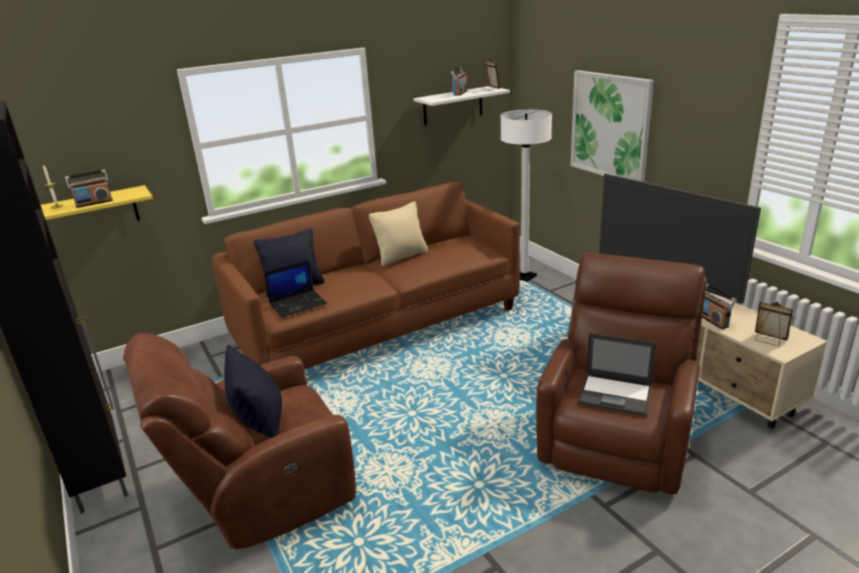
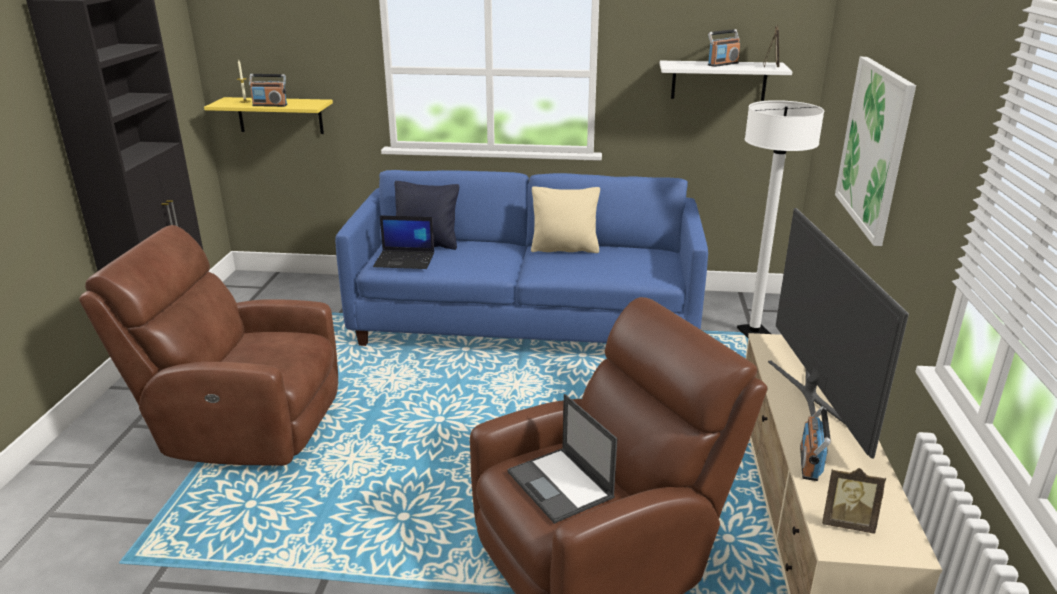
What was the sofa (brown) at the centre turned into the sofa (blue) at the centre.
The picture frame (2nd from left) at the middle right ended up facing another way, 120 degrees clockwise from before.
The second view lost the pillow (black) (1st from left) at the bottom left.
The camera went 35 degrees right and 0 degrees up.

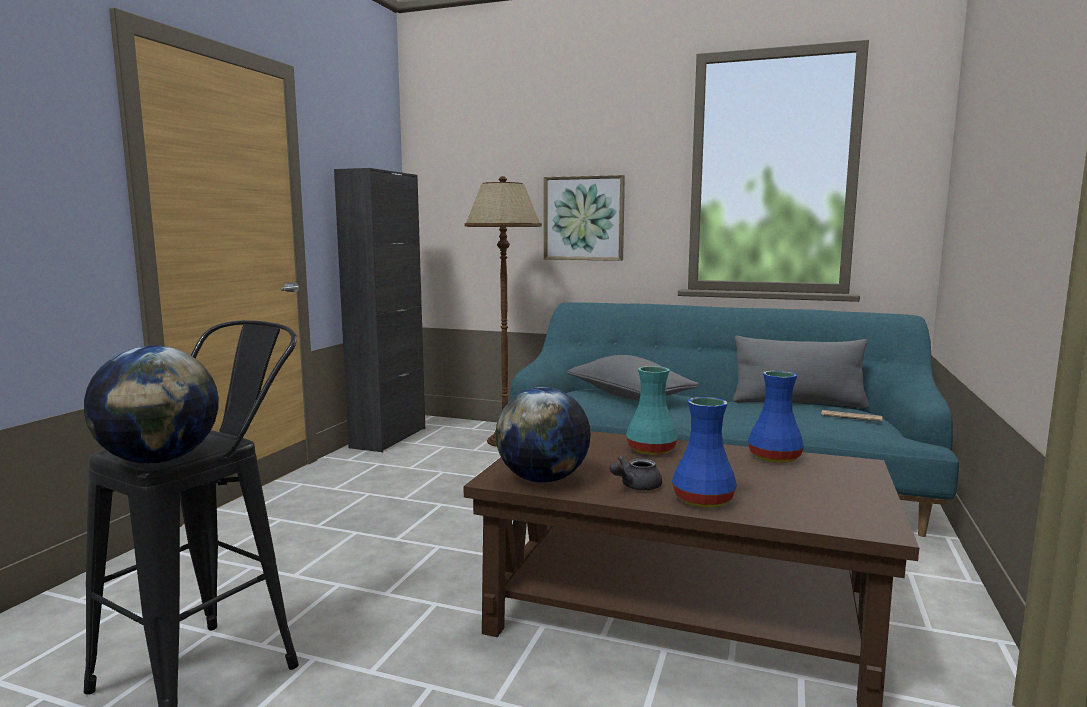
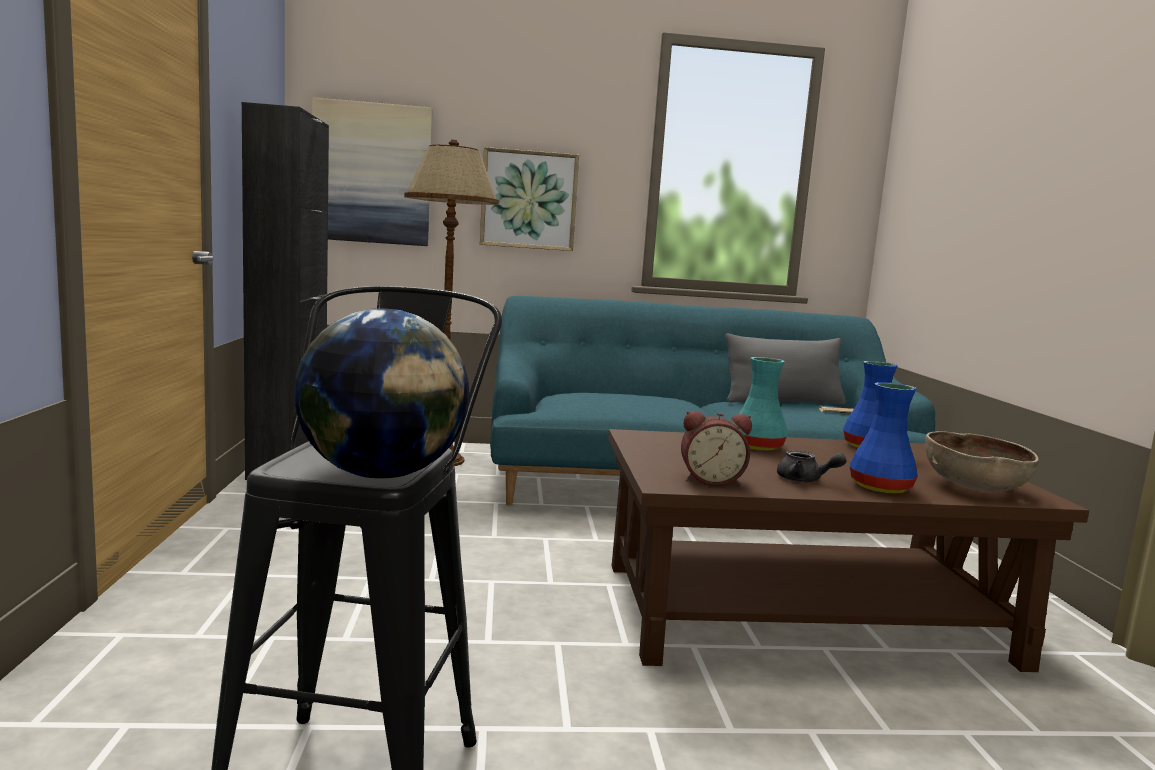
The second view gained the picture (1st from left) at the top left.
Where the globe (2nd from left) stood at the centre, the alarm clock came to stand at the centre.
The teapot (grey) at the bottom centre ended up facing another way, 90 degrees counterclockwise from before.
The second view gained the bowl (brown) at the middle right.
The second view lost the pillow (grey) (1st from left) at the centre.
The camera went 25 degrees left and 0 degrees up.

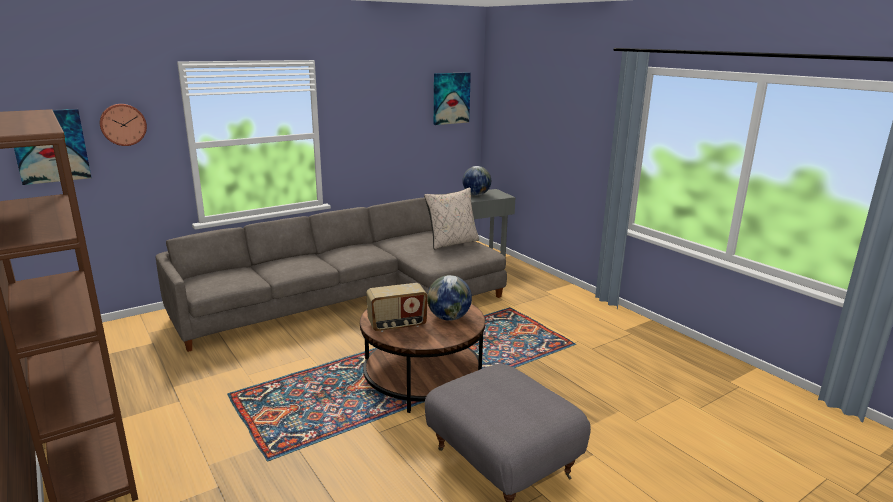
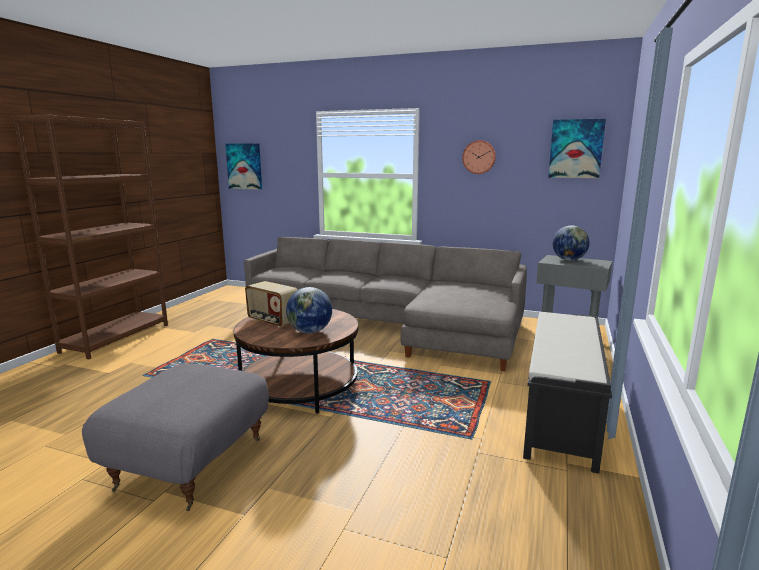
The wall clock ended up elsewhere, having gone from the top left to the top centre.
The second view gained the bench (black) at the bottom right.
The second view lost the pillow (beige) at the centre.
The camera went 55 degrees right and 5 degrees down.

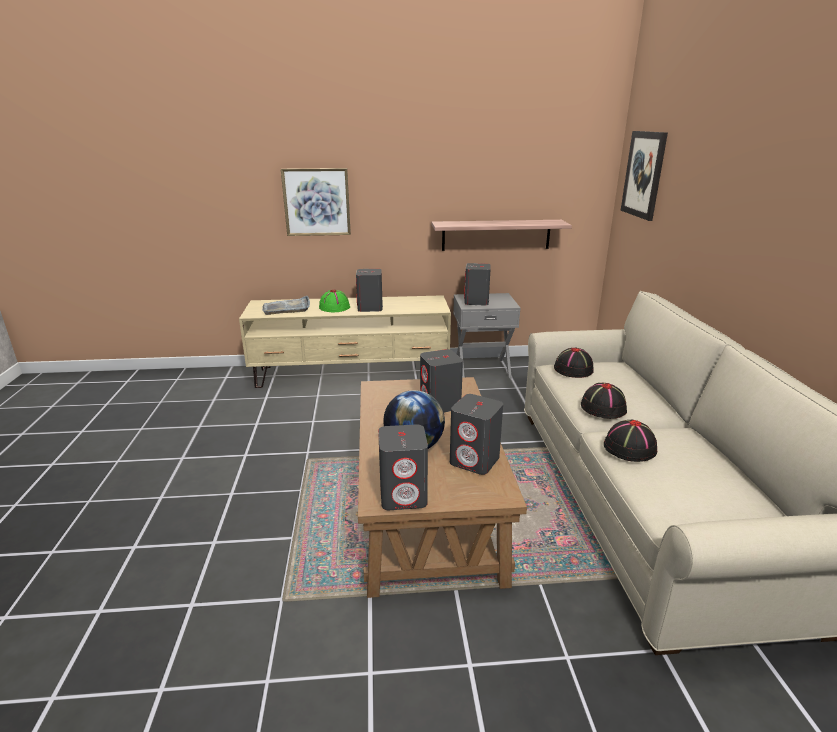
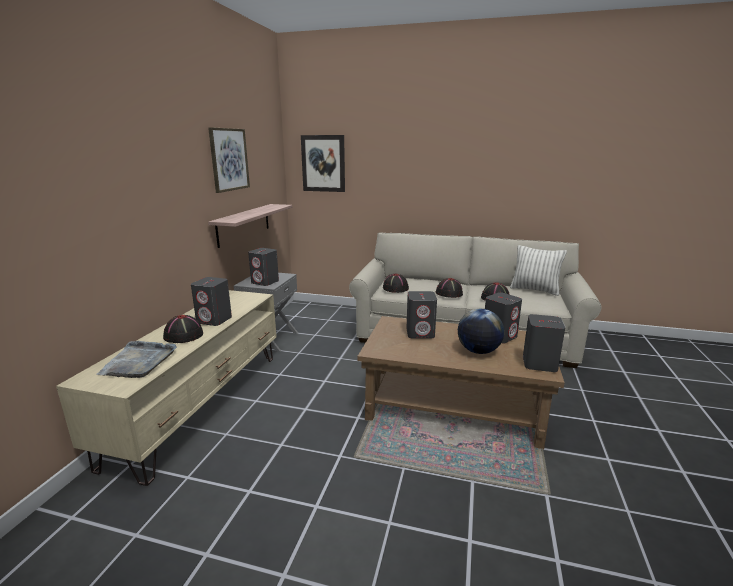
What was the hat (green) at the centre turned into the hat (black) (1st from left) at the middle left.
The picture (1st from left) ended up elsewhere, having gone from the top centre to the top left.
The second view gained the pillow at the middle right.
The camera went 70 degrees left and 5 degrees down.

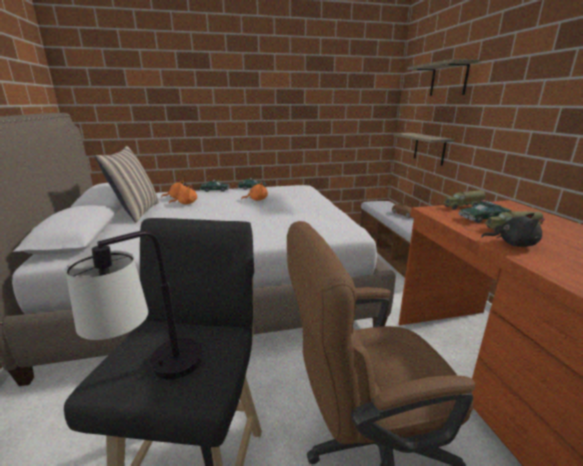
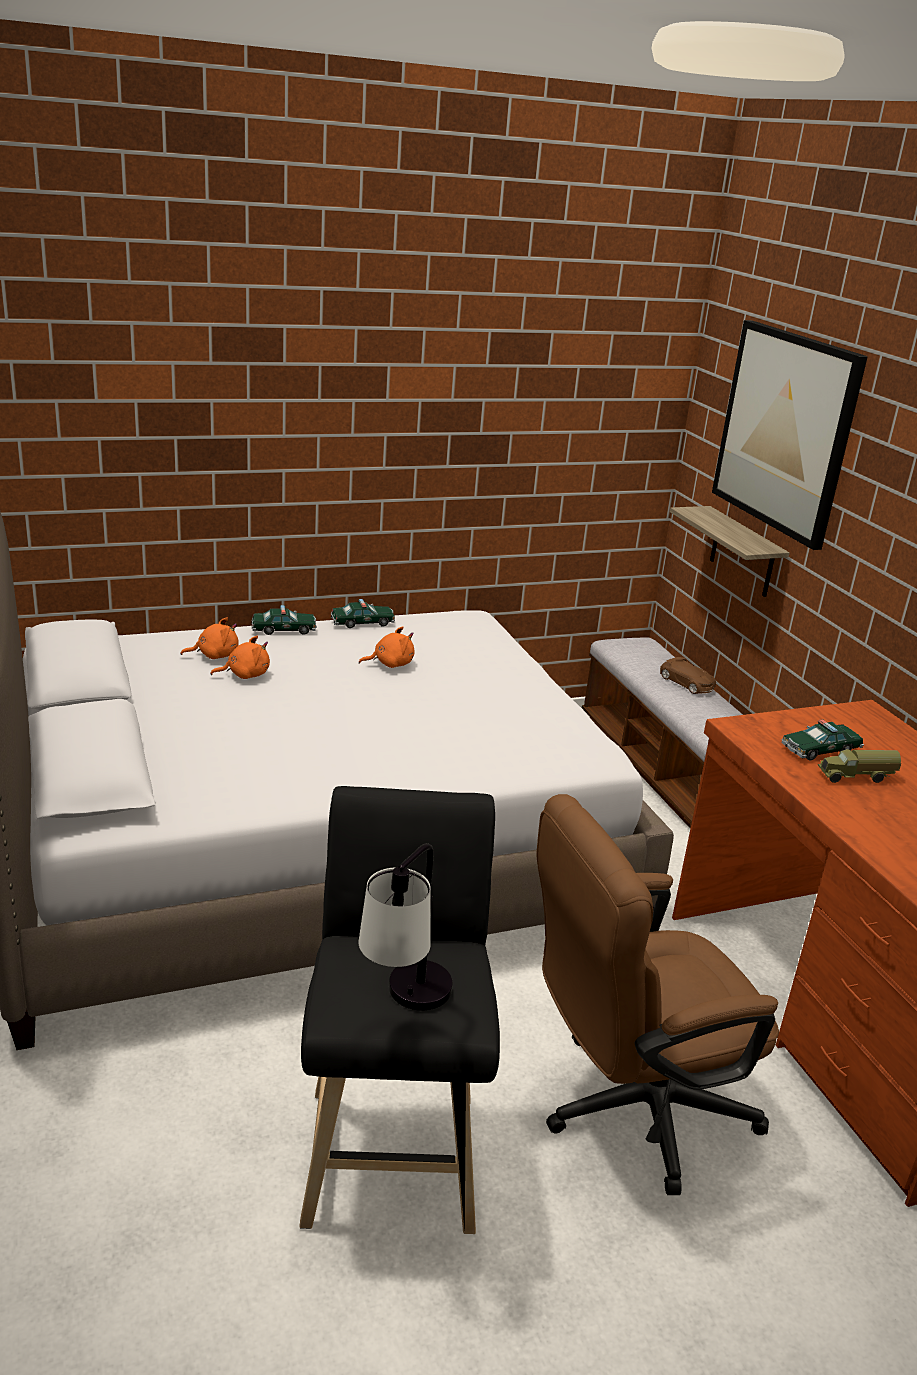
Where the shelf (2nd from left) hung at the top right, the picture came to hang at the top right.
The second view lost the pillow at the middle left.
The second view lost the toy truck (1st from left) at the middle right.
The second view lost the plush toy (black) at the middle right.
The camera went 10 degrees left and 5 degrees up.

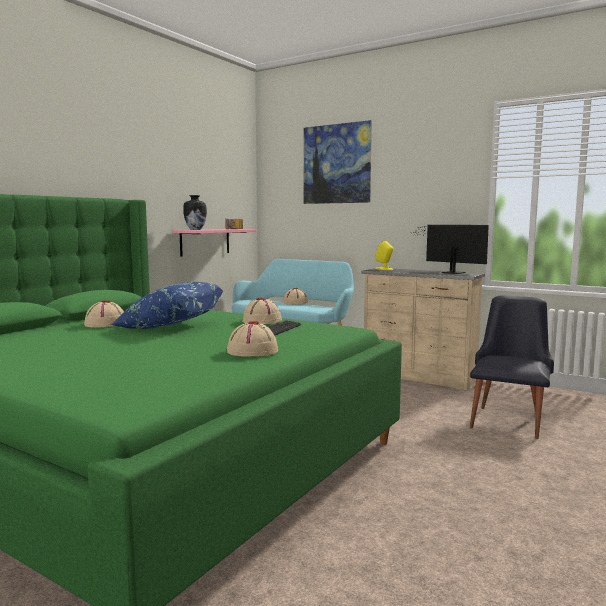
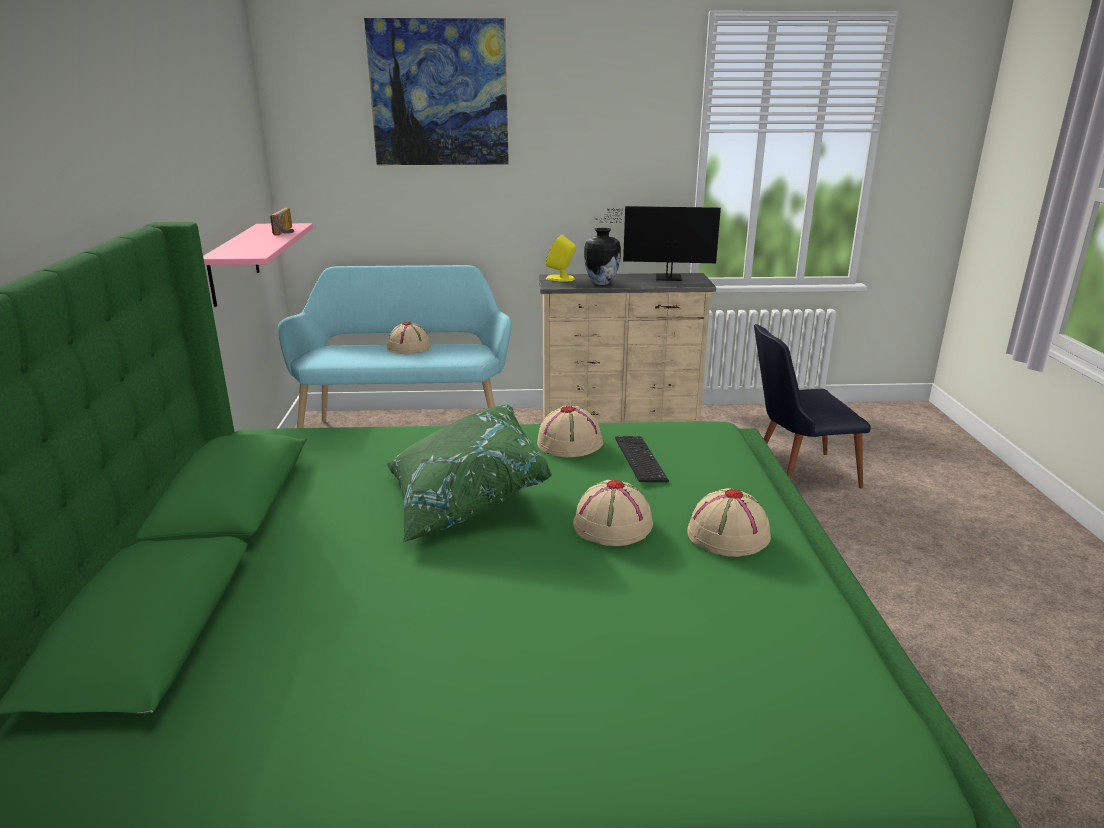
What was the pillow (blue) at the middle left turned into the pillow (green) at the centre.
The hat (beige) (1st from left in the first image) ended up elsewhere, having gone from the middle left to the centre.
The vase ended up elsewhere, having gone from the middle left to the top centre.
The chair (black) at the middle right ended up facing another way, 90 degrees counterclockwise from before.
The camera went 35 degrees left and 15 degrees up.

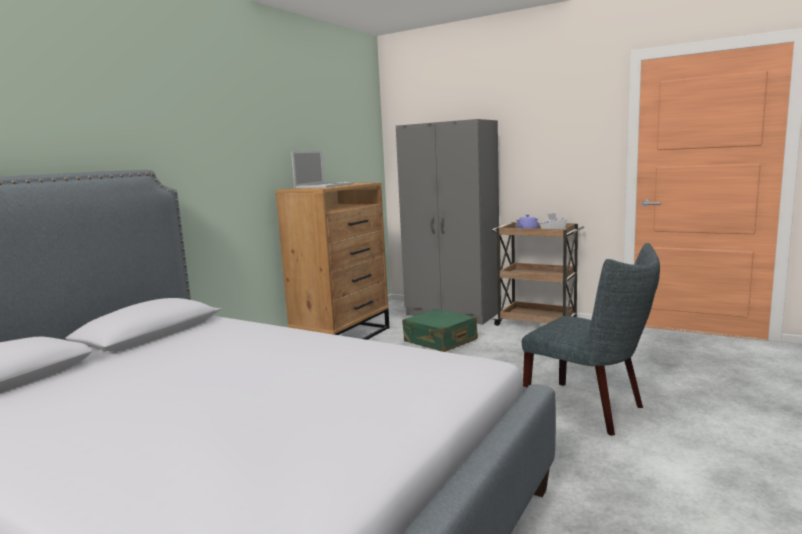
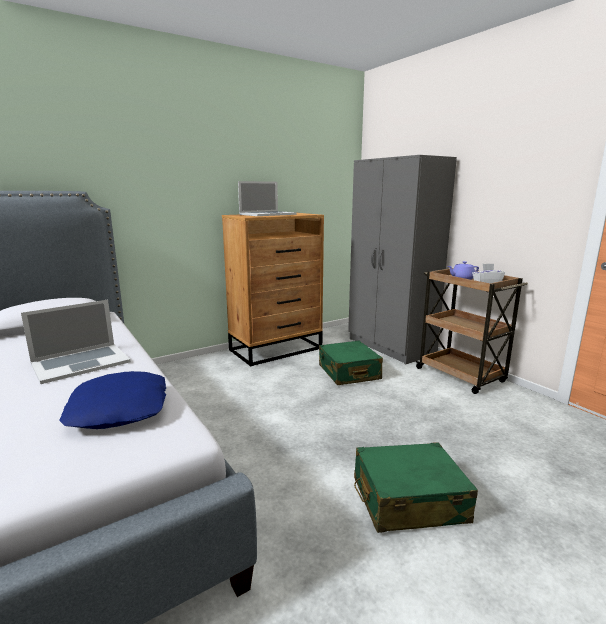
The second view gained the laptop (1st from left) at the middle left.
The second view gained the pillow (blue) at the middle left.
Where the chair (grey) stood at the middle right, the suitcase (green) (2nd from left) came to stand at the bottom right.
The camera went 25 degrees right and 5 degrees up.

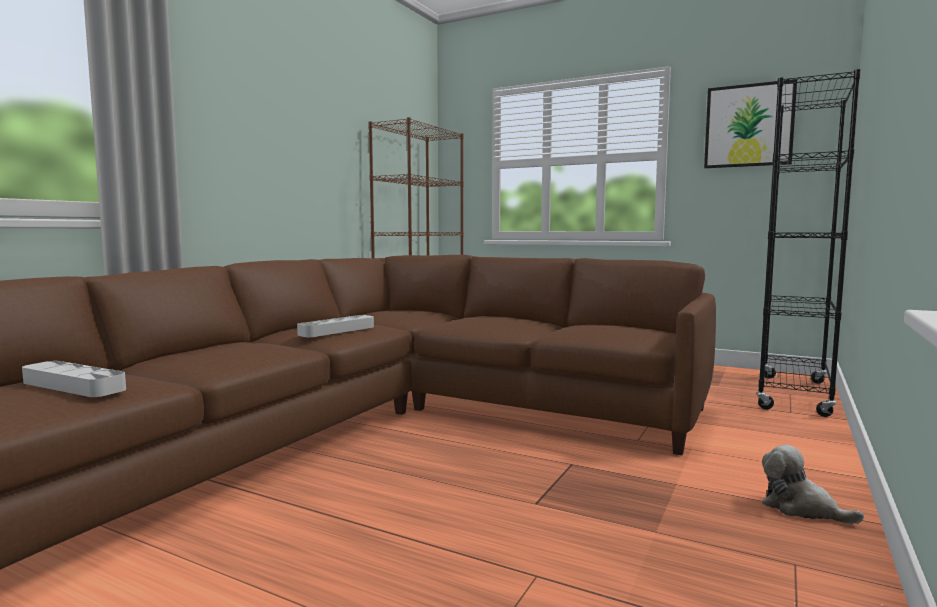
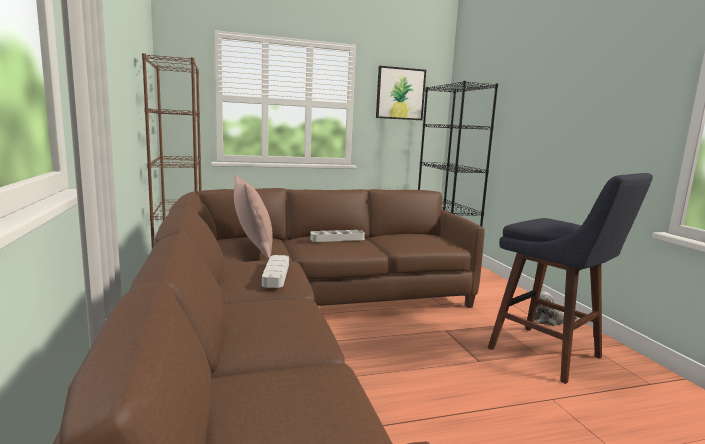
The second view gained the pillow (pink) at the centre.
The tray (grey) (1st from left in the first image) ended up elsewhere, having gone from the middle left to the centre.
The second view gained the stool (blue) at the middle right.
The camera went 45 degrees left and 5 degrees up.

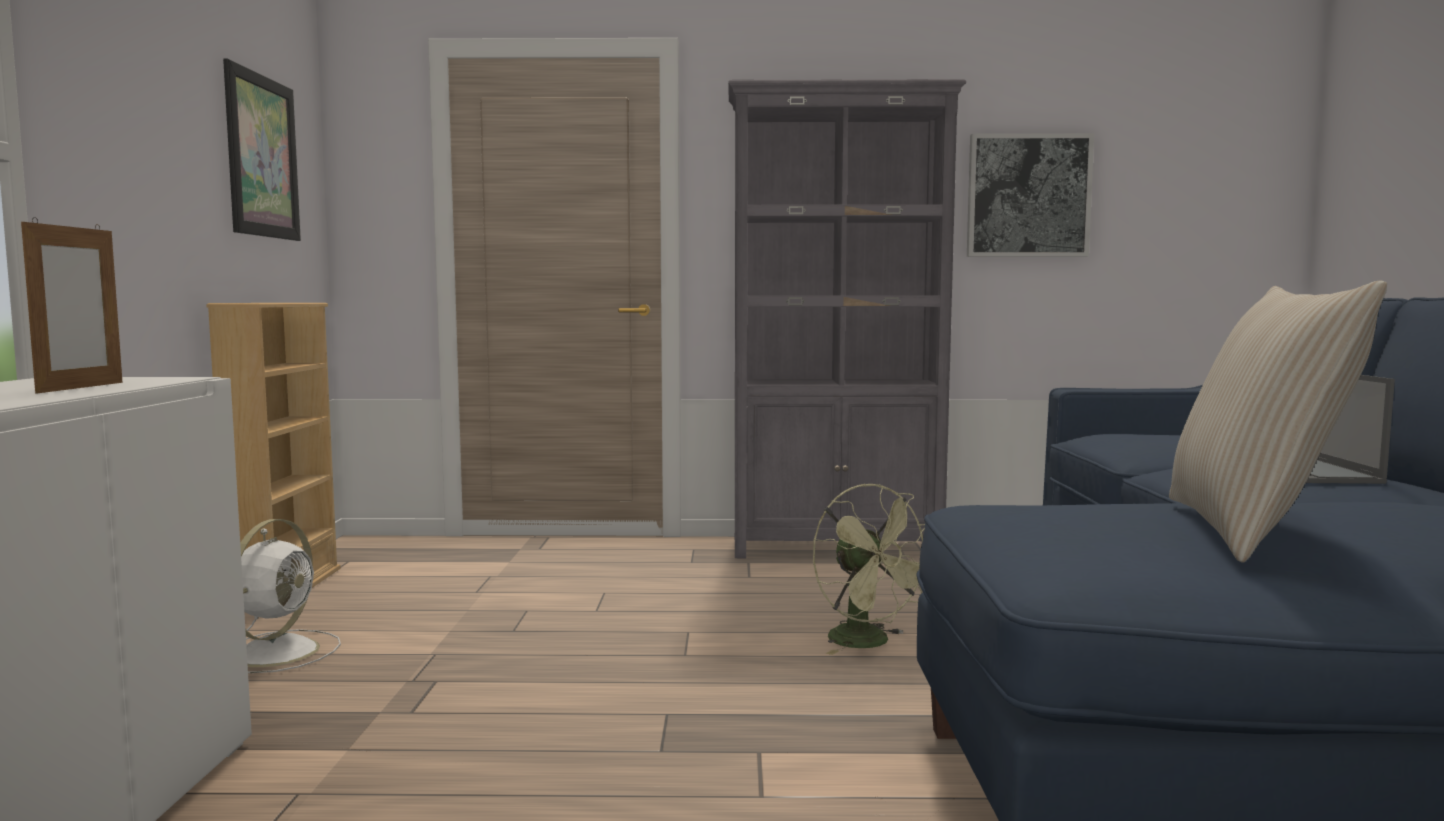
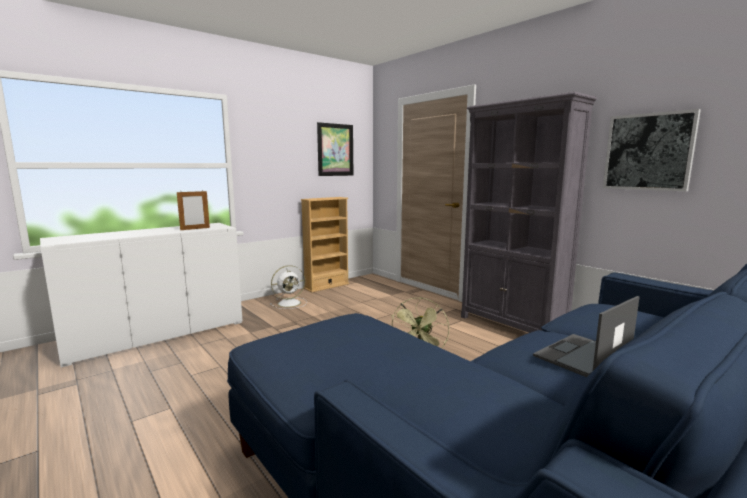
The second view lost the pillow (beige) at the middle right.
The camera went 50 degrees right and 5 degrees up.

